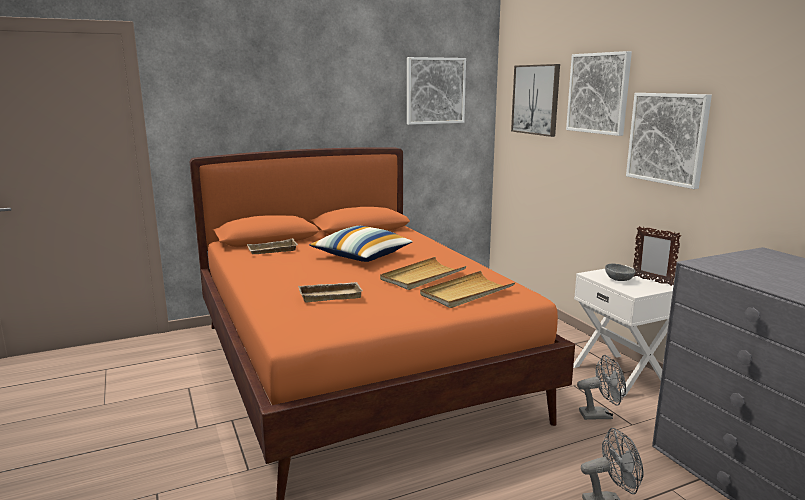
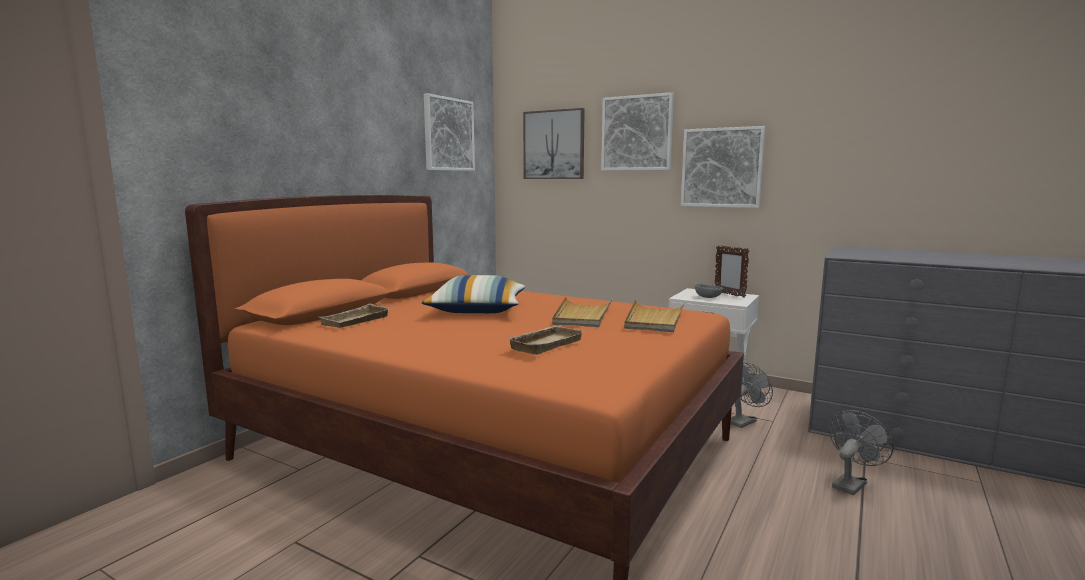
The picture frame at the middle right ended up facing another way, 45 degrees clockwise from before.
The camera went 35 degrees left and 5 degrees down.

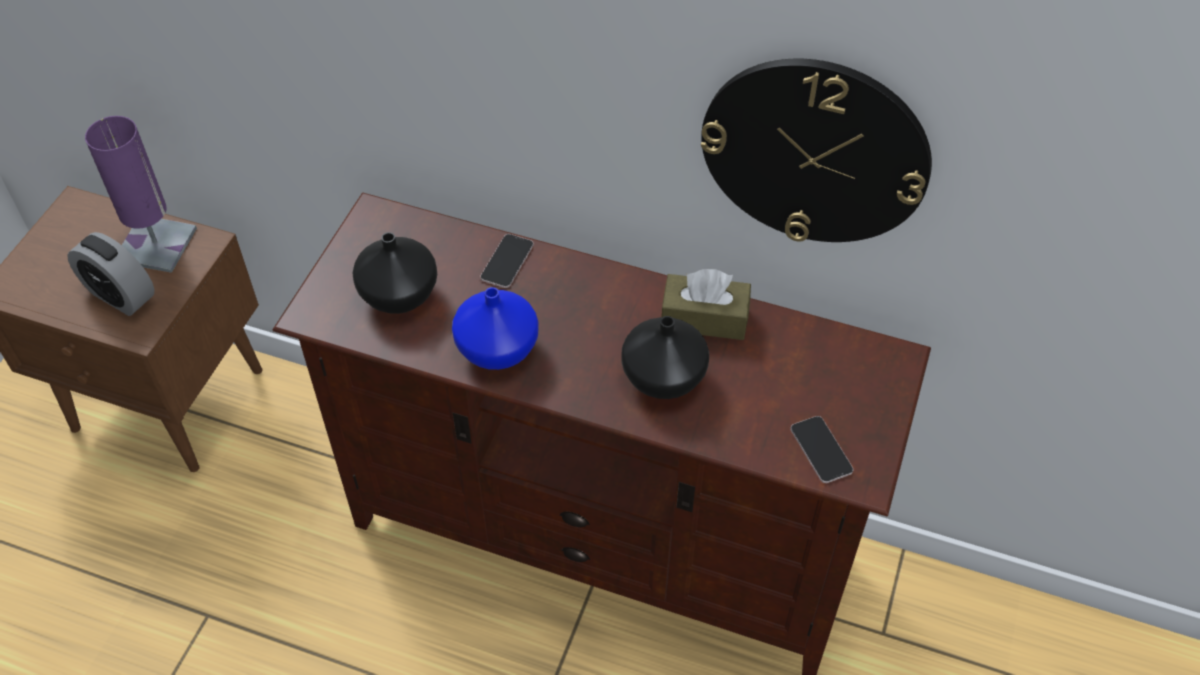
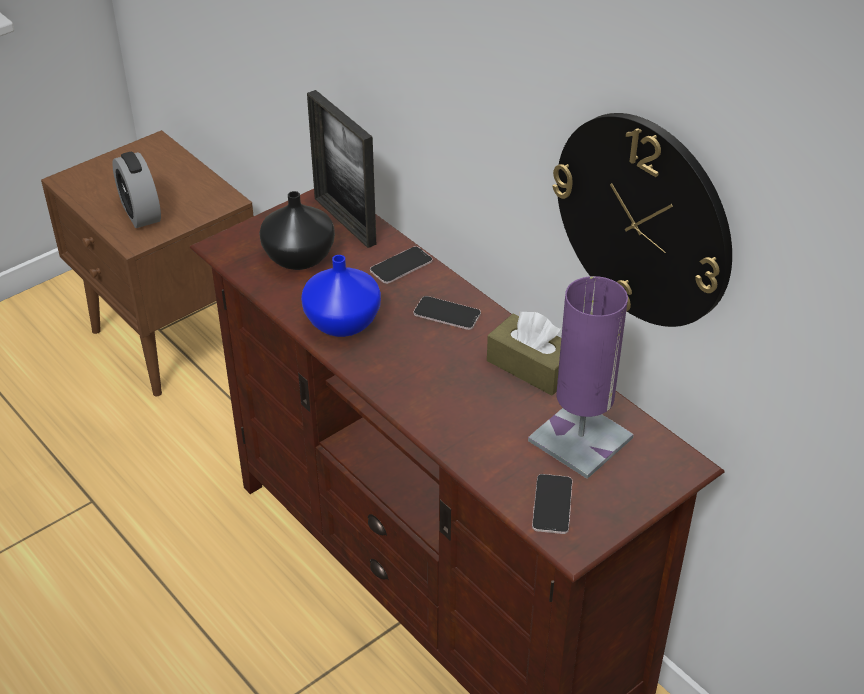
The second view gained the picture frame at the top centre.
The second view gained the phone (2nd from left) at the centre.
The table lamp (purple) ended up elsewhere, having gone from the top left to the middle right.
The second view lost the vase (black) (2nd from left) at the centre.
The camera went 30 degrees right and 10 degrees down.

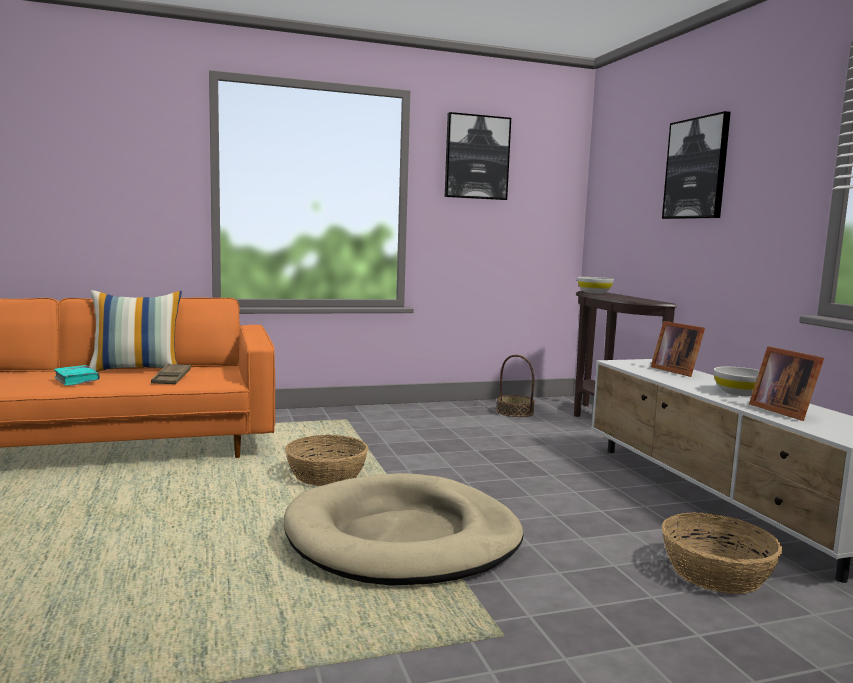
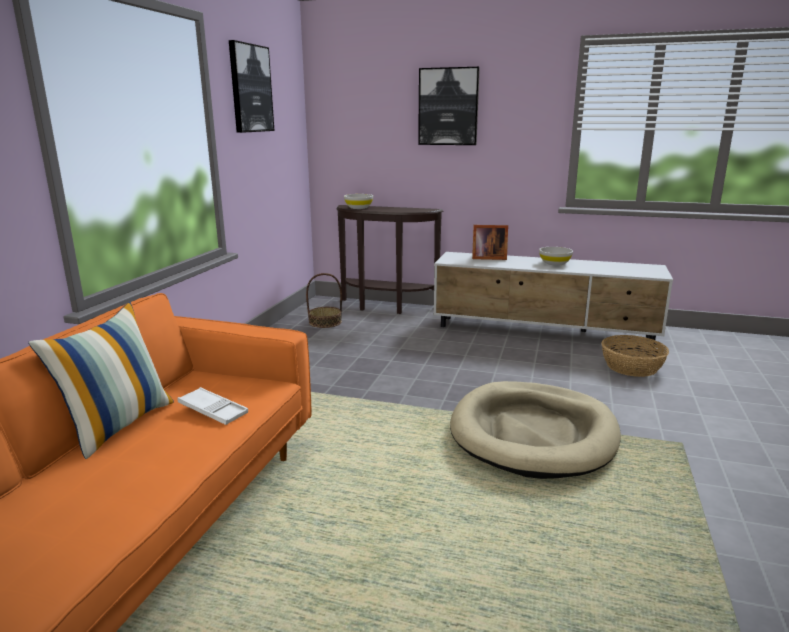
What was the tray (brown) at the middle left turned into the tray (white) at the middle left.
The second view lost the book (turquoise) at the middle left.
The second view lost the basket (1st from left) at the bottom centre.
The second view lost the picture frame (2nd from left) at the middle right.
The camera went 55 degrees left and 10 degrees up.

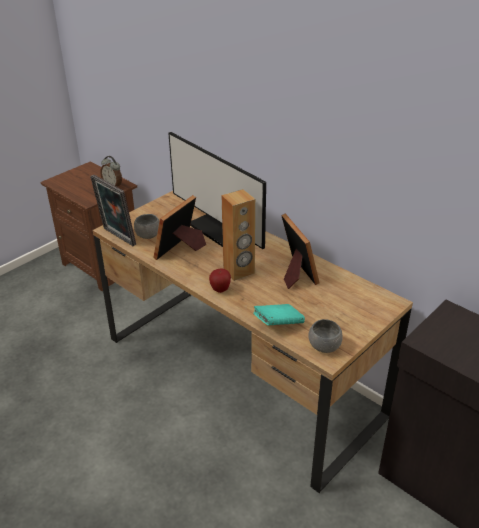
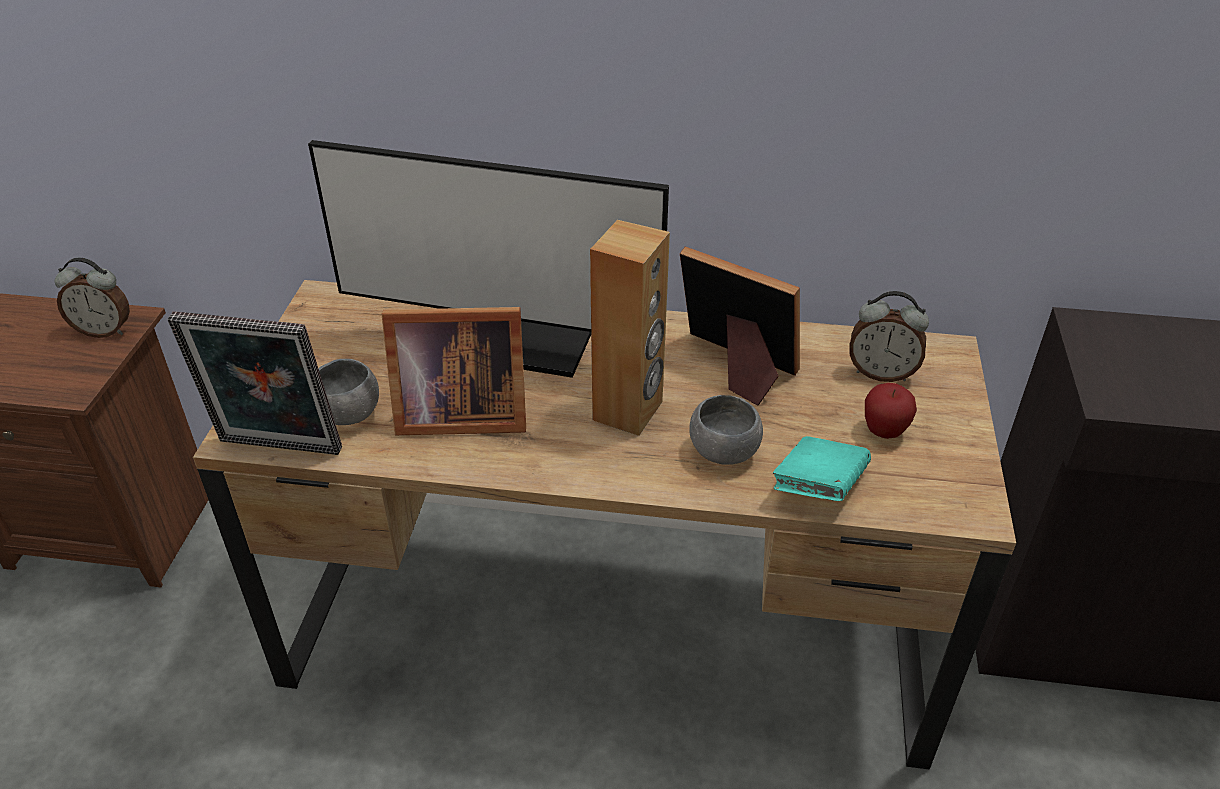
The picture frame (2nd from left) at the centre ended up facing another way, 90 degrees counterclockwise from before.
The bowl (grey) (2nd from left) ended up elsewhere, having gone from the middle right to the centre.
The second view gained the alarm clock (2nd from left) at the middle right.
The apple ended up elsewhere, having gone from the centre to the middle right.
The camera went 35 degrees left and 5 degrees up.

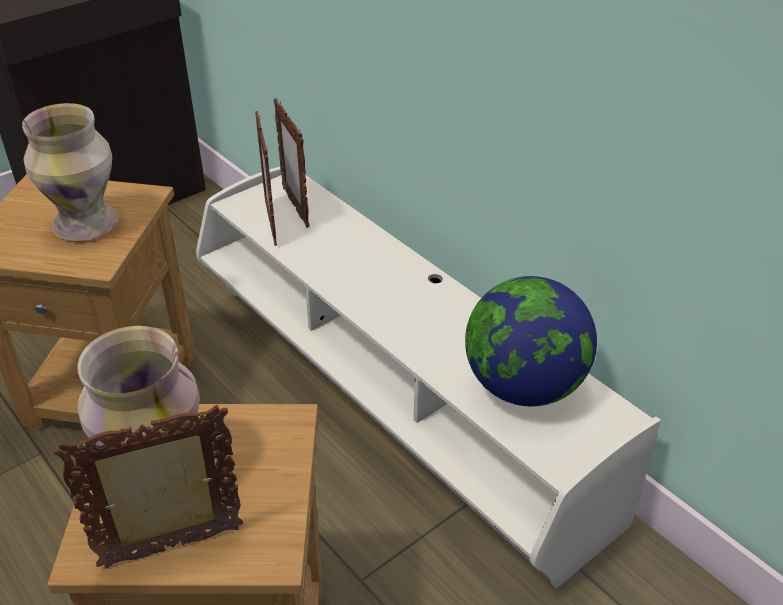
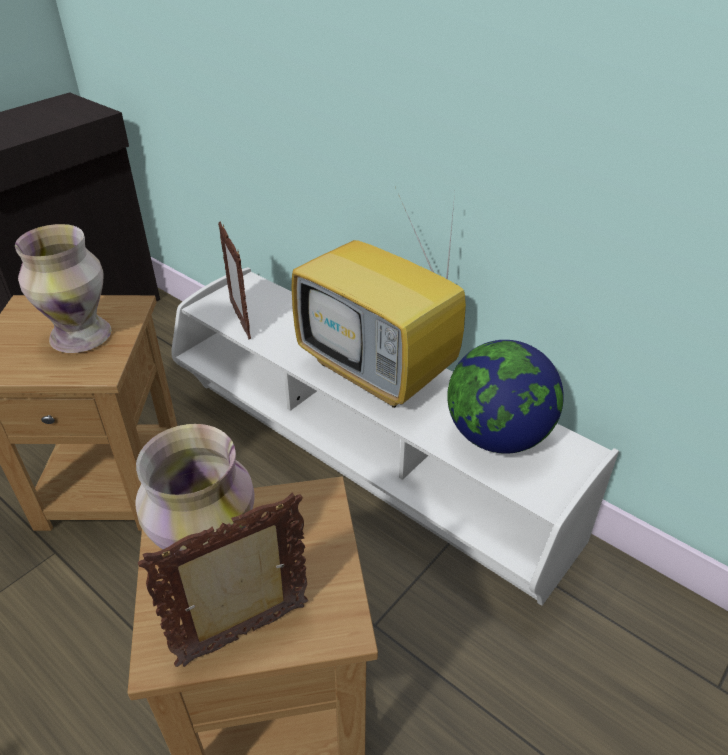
The second view gained the television at the centre.
The second view lost the picture frame (3rd from left) at the top centre.
The camera went 10 degrees left and 0 degrees up.

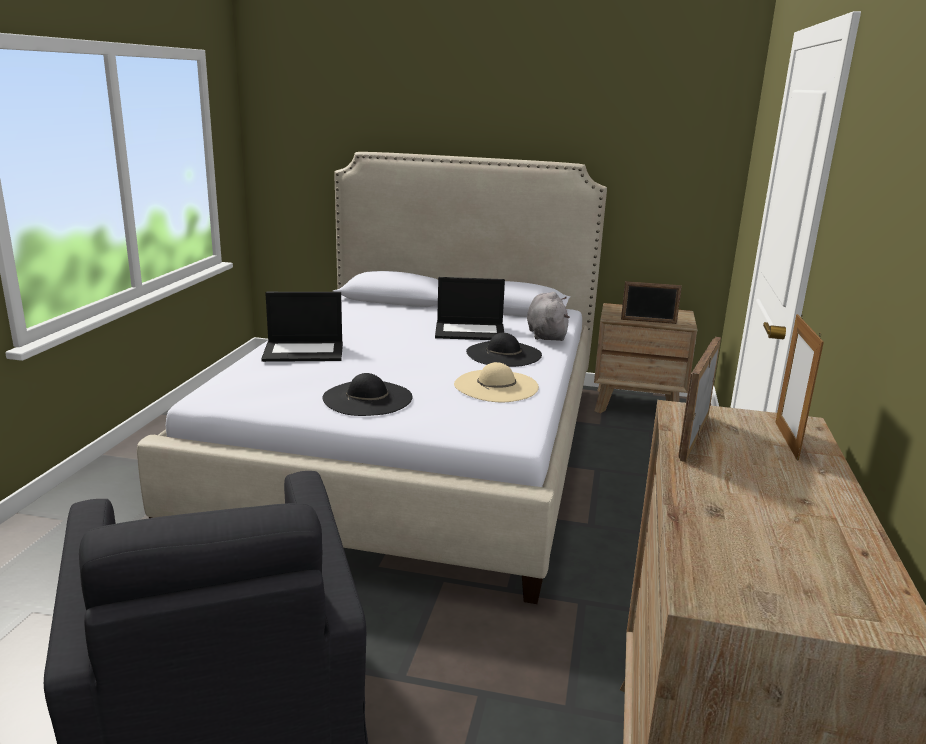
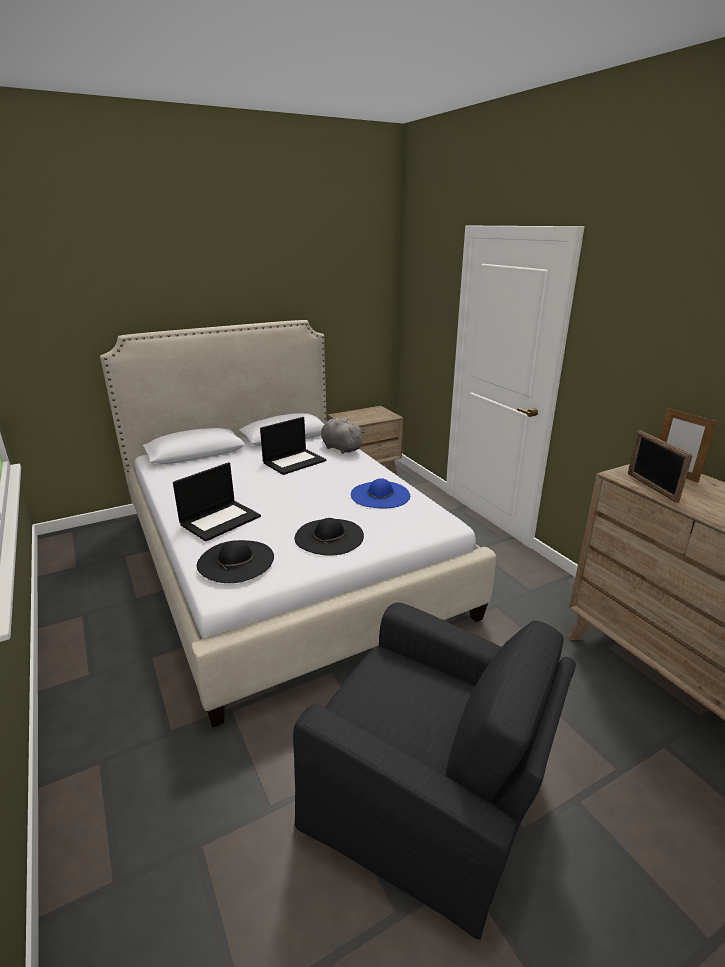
The hat (black) (2nd from left in the first image) ended up elsewhere, having gone from the centre to the middle left.
What was the hat (beige) at the centre turned into the hat (blue) at the centre.
The second view lost the picture frame (1st from left) at the middle right.
The camera went 40 degrees left and 5 degrees up.

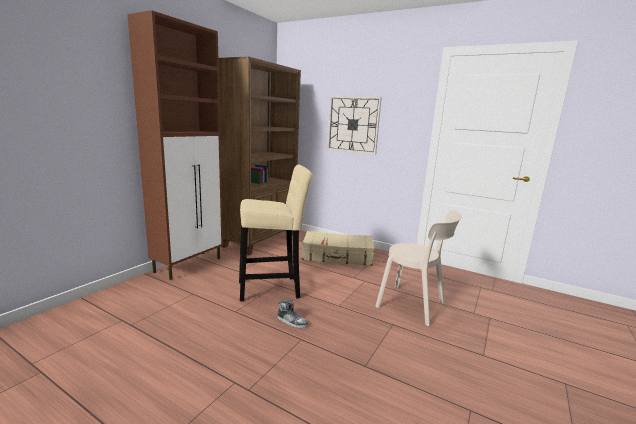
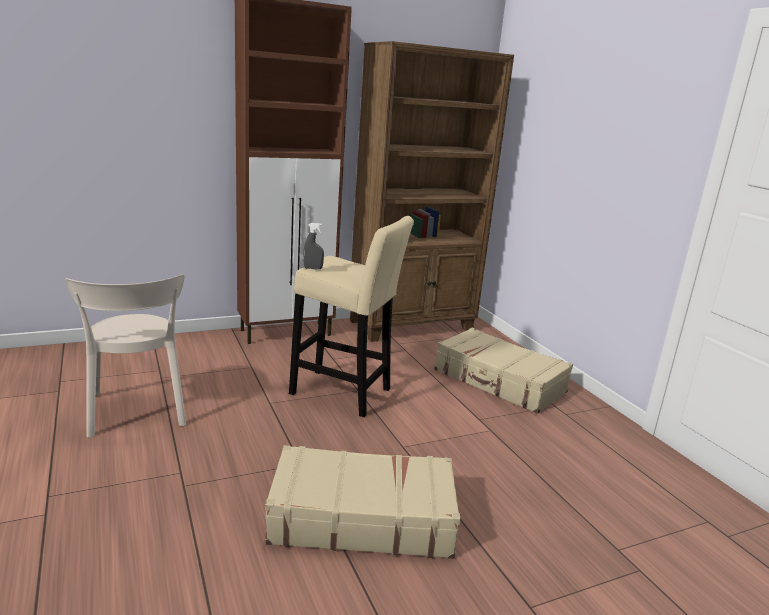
The chair (beige) ended up elsewhere, having gone from the centre to the middle left.
The second view gained the suitcase (beige) (1st from left) at the bottom centre.
The second view gained the spray bottle (grey) at the centre.
The second view lost the shoe at the bottom centre.
The second view lost the wall clock at the top centre.
The camera went 35 degrees right and 5 degrees up.

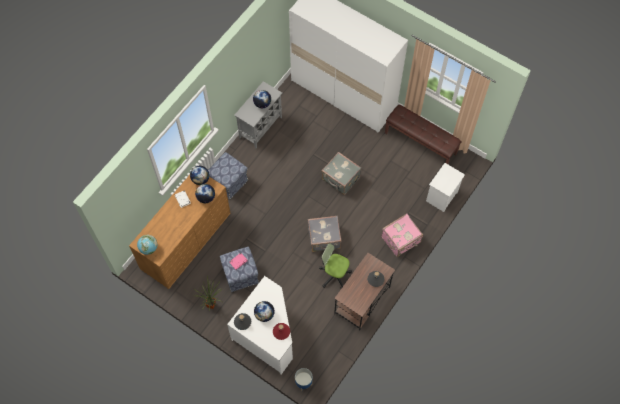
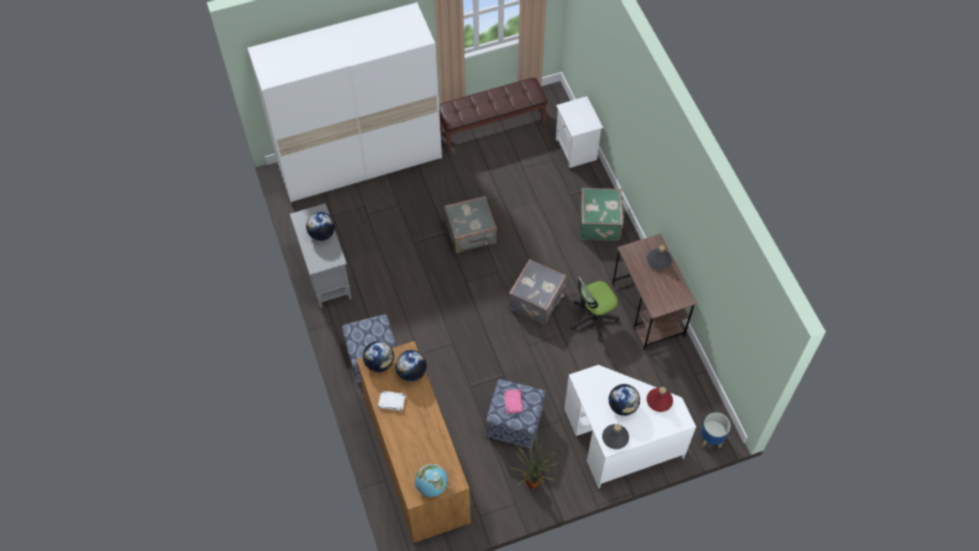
What was the suitcase (pink) at the centre turned into the suitcase (green) at the centre.
The camera went 55 degrees left and 5 degrees down.

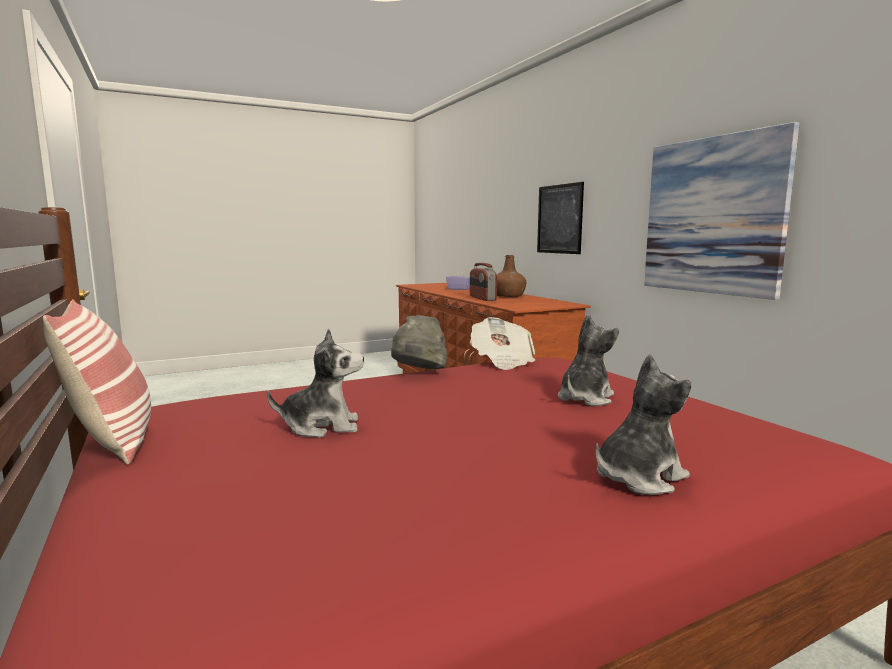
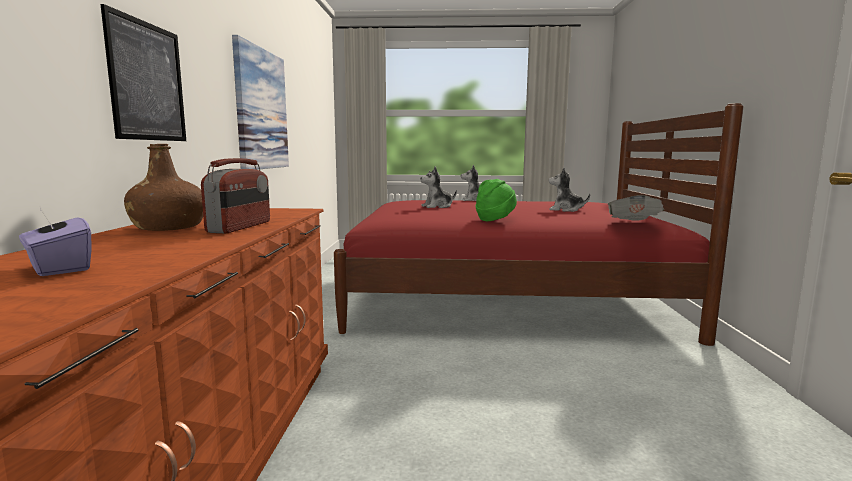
What was the hat (grey) at the centre turned into the hat (green) at the centre.
The newspaper ended up elsewhere, having gone from the centre to the middle right.
The second view lost the pillow at the middle left.
The camera went 150 degrees left and 0 degrees up.

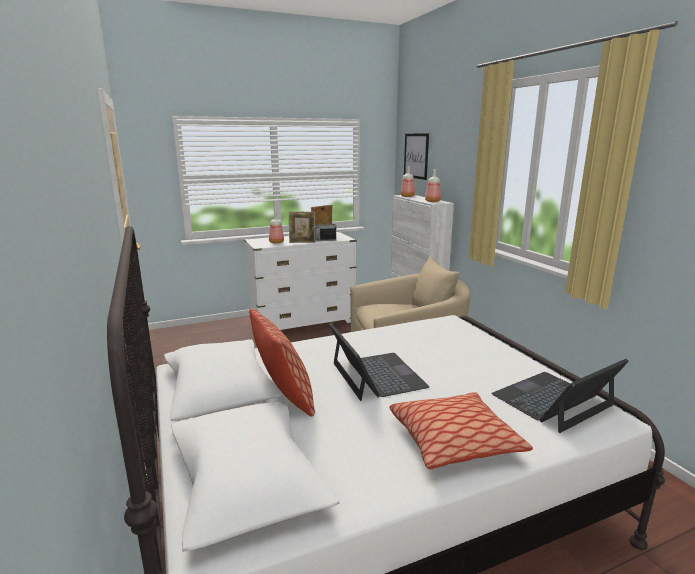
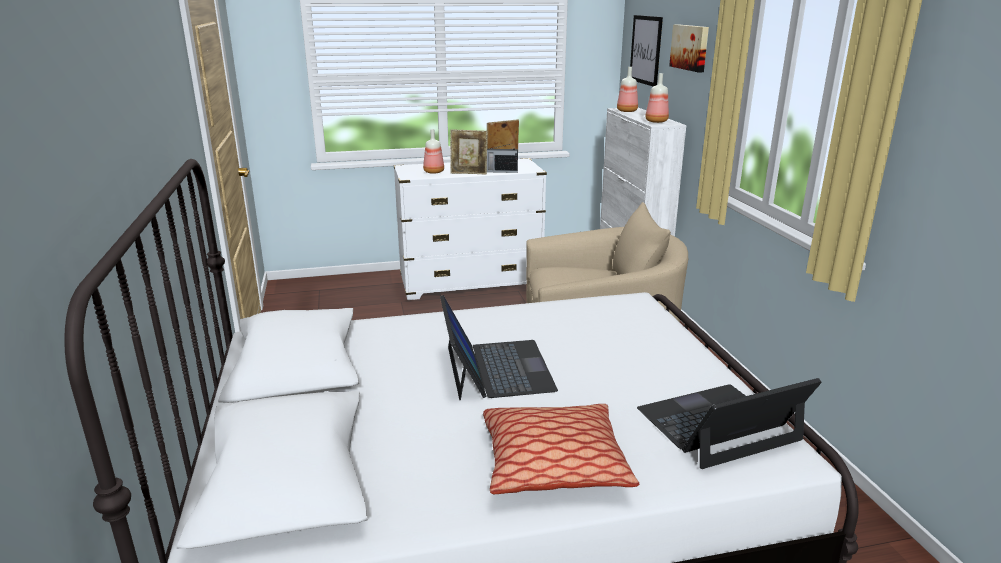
The second view gained the picture (2nd from left) at the top right.
The second view lost the pillow (1st from left) at the centre.
The camera went 10 degrees right and 5 degrees up.

